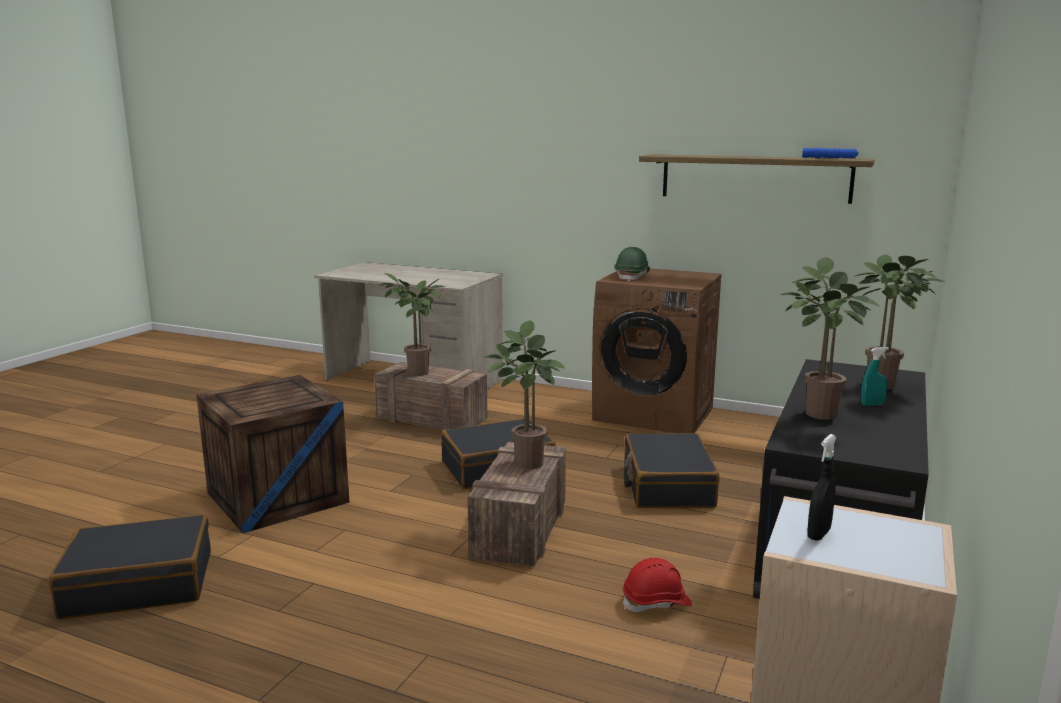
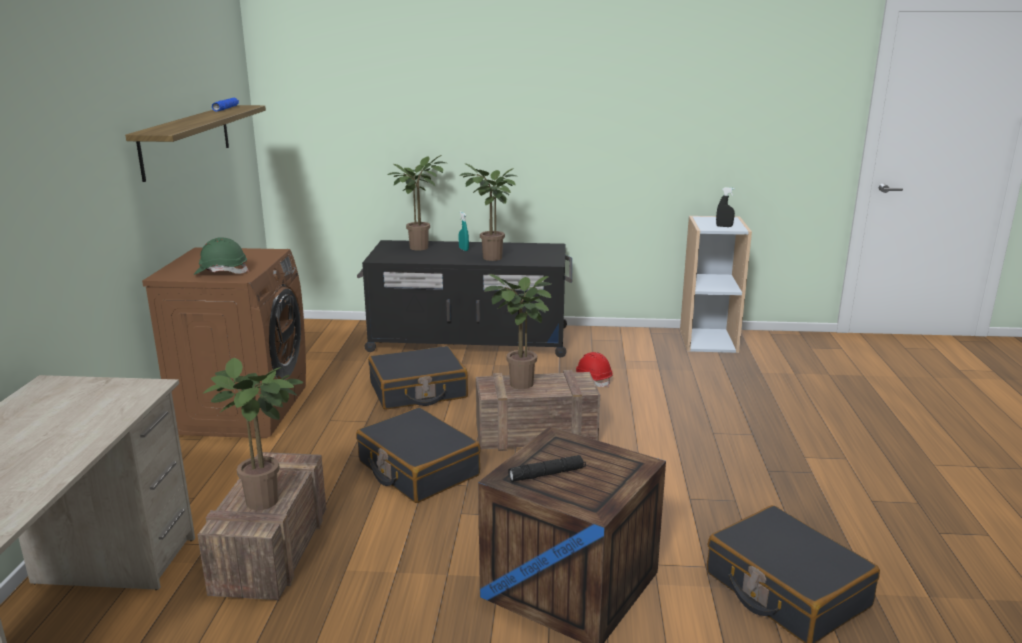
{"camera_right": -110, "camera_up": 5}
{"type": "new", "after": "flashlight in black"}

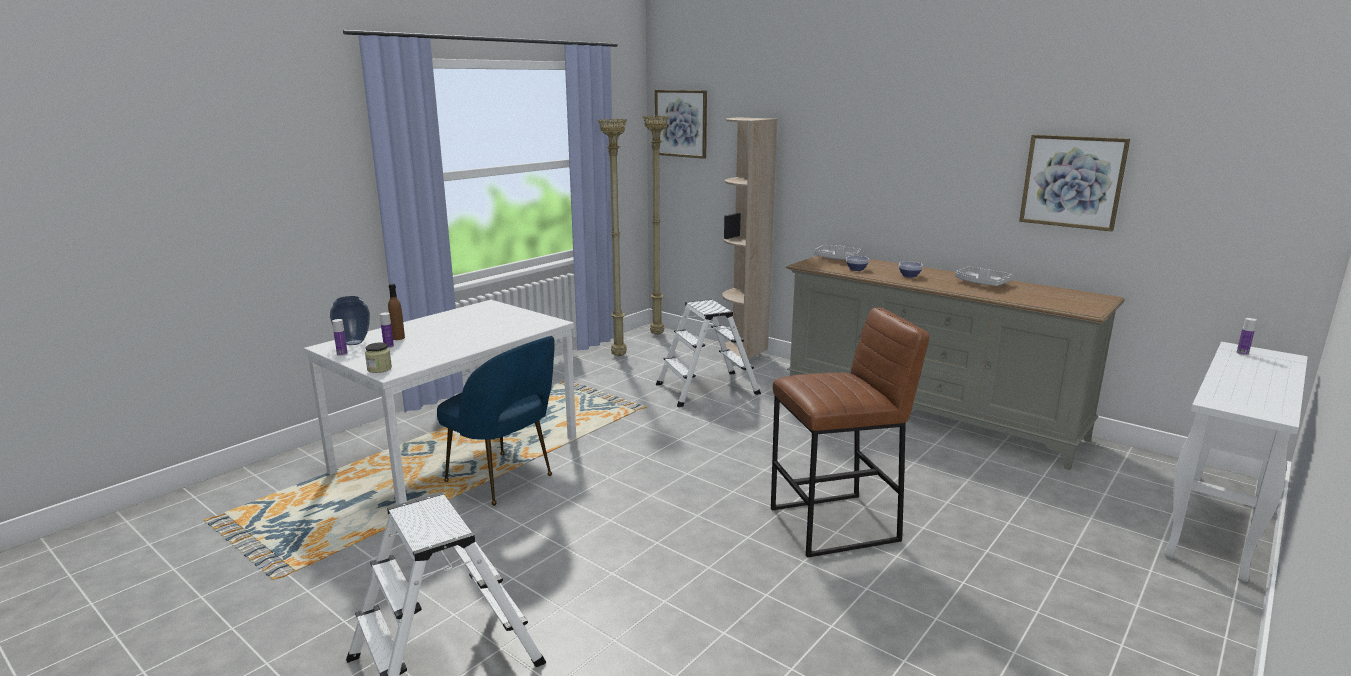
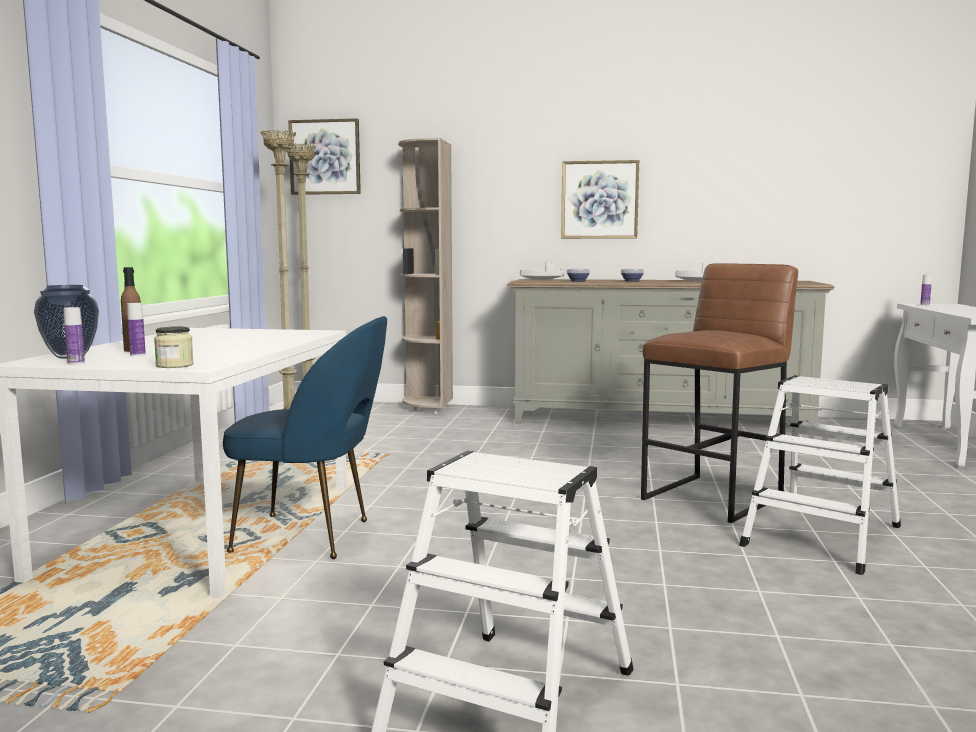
{"camera_right": -30, "camera_up": -10}
{"type": "shifted", "before": "picture (no. 2 from left)"}
{"type": "shifted", "before": "step ladder in white (no. 2 from left)"}

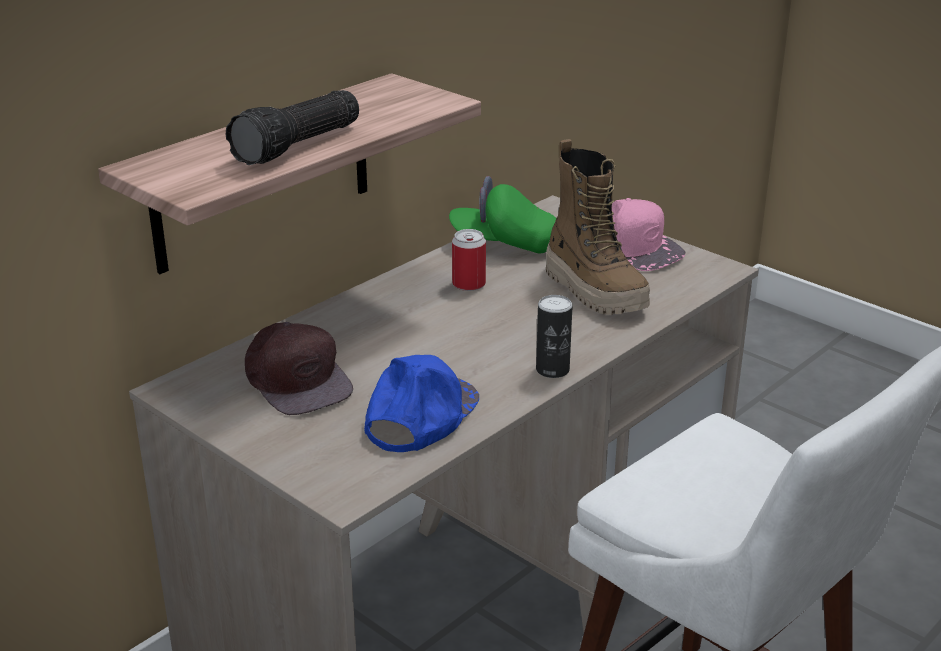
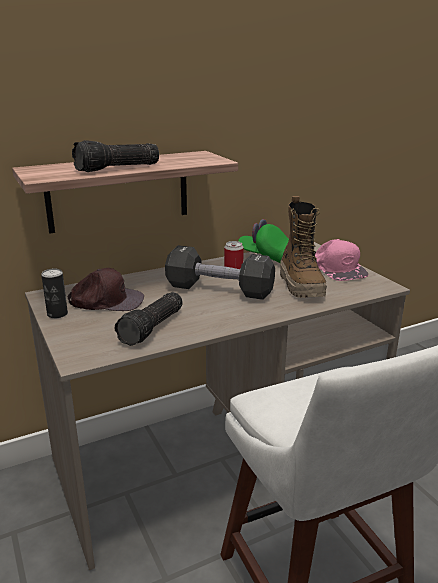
{"camera_right": 20, "camera_up": -5}
{"type": "shifted", "before": "can (no. 2 from left in the first image)", "after": "can (no. 1 from left)"}
{"type": "rotated", "before": "cap in brown", "turn": -75}
{"type": "swapped", "before": "cap in blue", "after": "flashlight (no. 2 from left)"}
{"type": "new", "after": "dumbbell in black"}

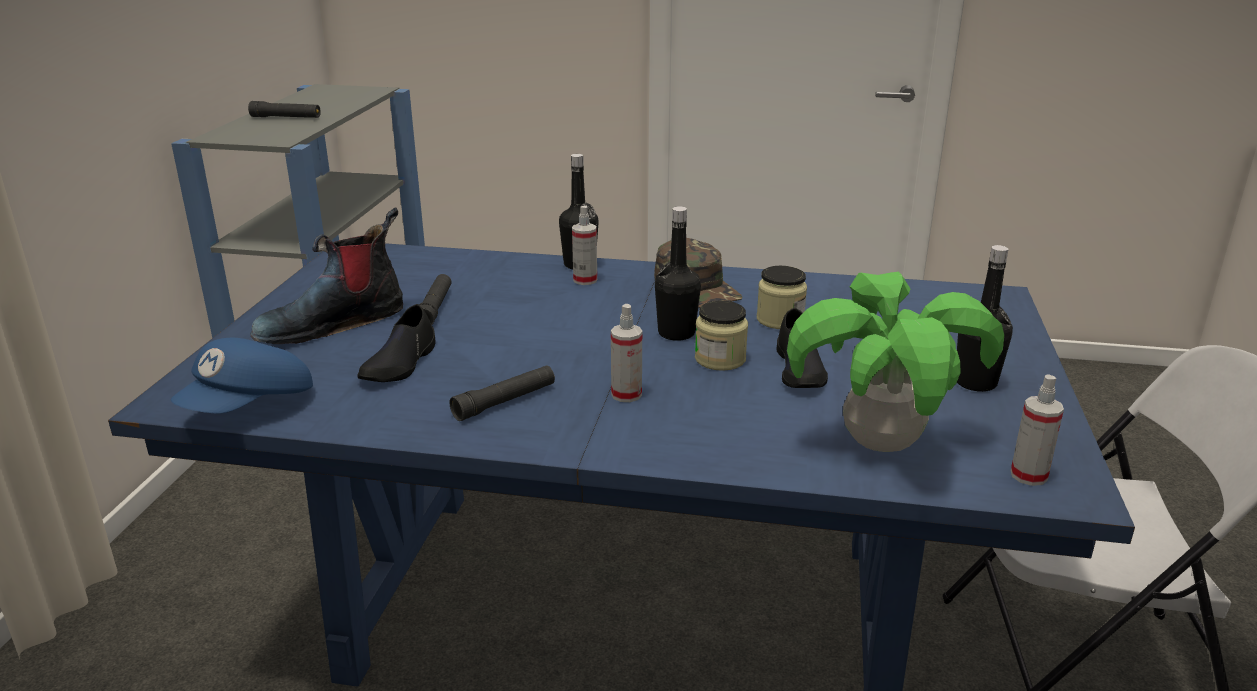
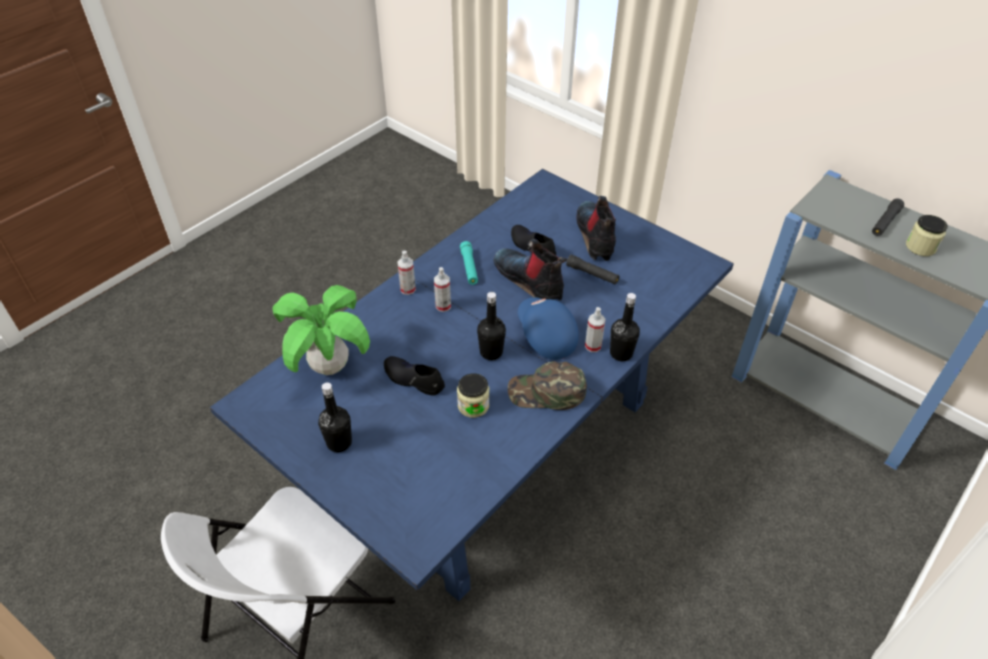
{"camera_right": 120, "camera_up": 20}
{"type": "shifted", "before": "spray bottle (no. 3 from left in the first image)", "after": "spray bottle (no. 1 from left)"}
{"type": "repainted", "before": "flashlight in black (no. 3 from left)", "after": "flashlight in turquoise"}
{"type": "new", "after": "boot (no. 1 from left)"}
{"type": "shifted", "before": "cap in blue"}
{"type": "shifted", "before": "jar (no. 1 from left in the first image)", "after": "jar (no. 2 from left)"}

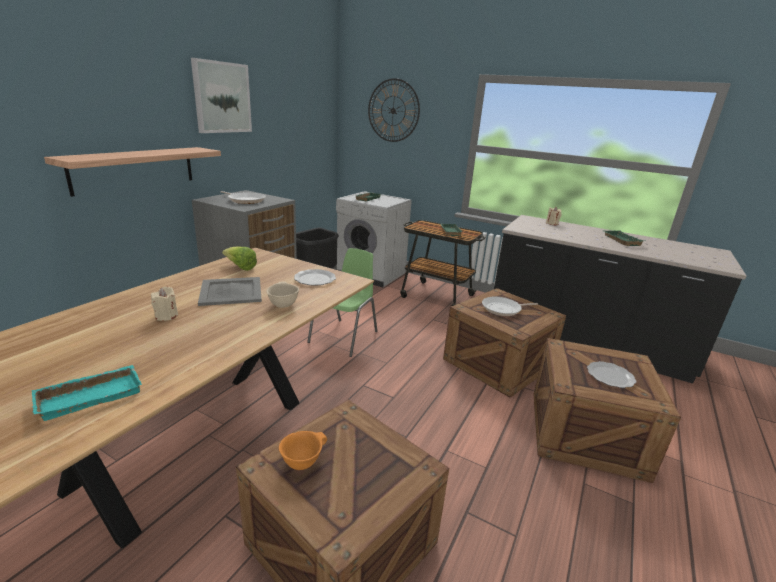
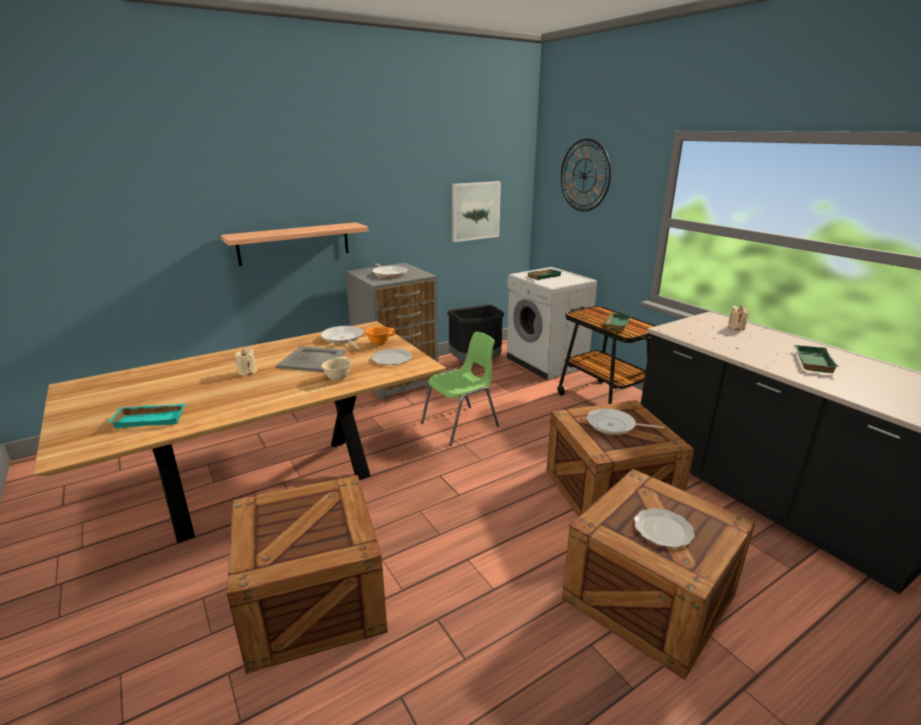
{"camera_right": 30, "camera_up": 0}
{"type": "swapped", "before": "lettuce", "after": "frying pan (no. 1 from left)"}
{"type": "shifted", "before": "bowl in orange"}
{"type": "shifted", "before": "picture"}

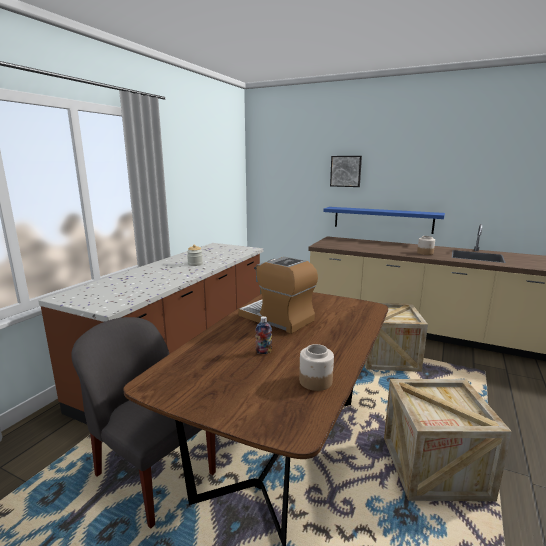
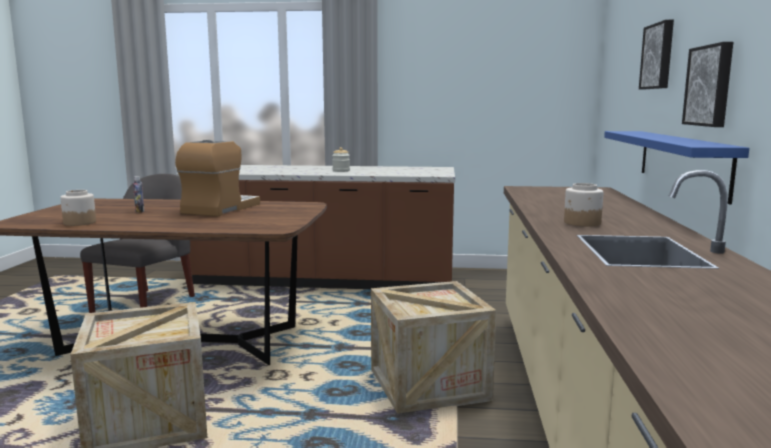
{"camera_right": 70, "camera_up": -5}
{"type": "new", "after": "picture (no. 2 from left)"}

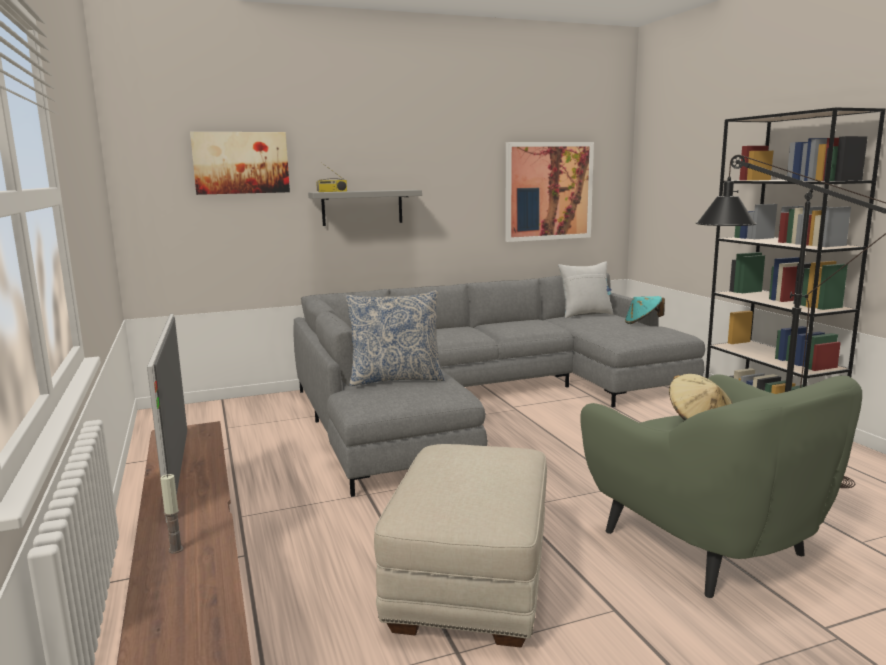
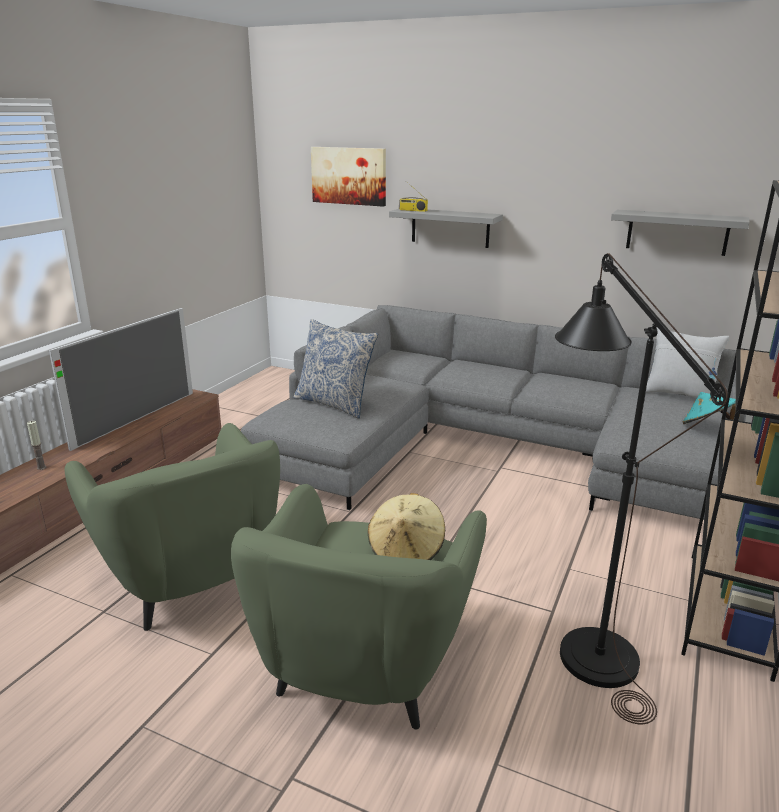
{"camera_right": 45, "camera_up": 10}
{"type": "swapped", "before": "ottoman in beige", "after": "armchair in green (no. 1 from left)"}
{"type": "swapped", "before": "picture (no. 2 from left)", "after": "shelf in grey (no. 2 from left)"}

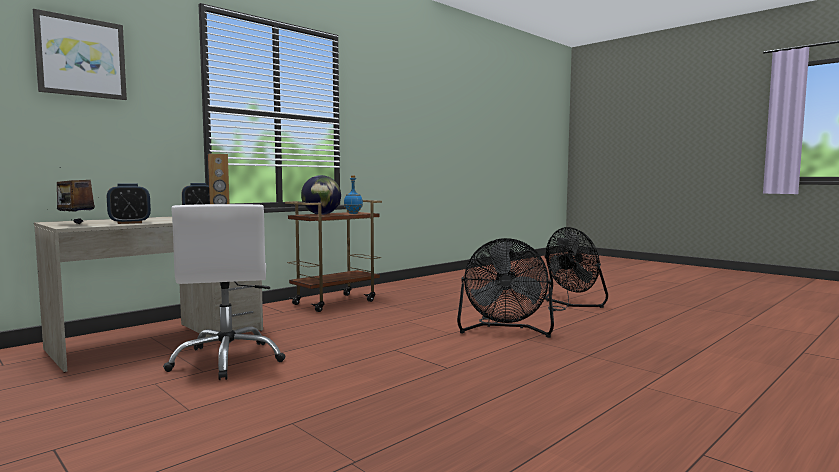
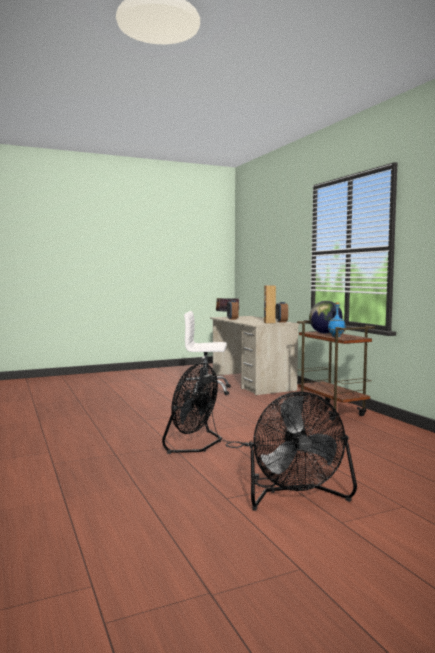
{"camera_right": 110, "camera_up": 0}
{"type": "gone", "before": "picture"}

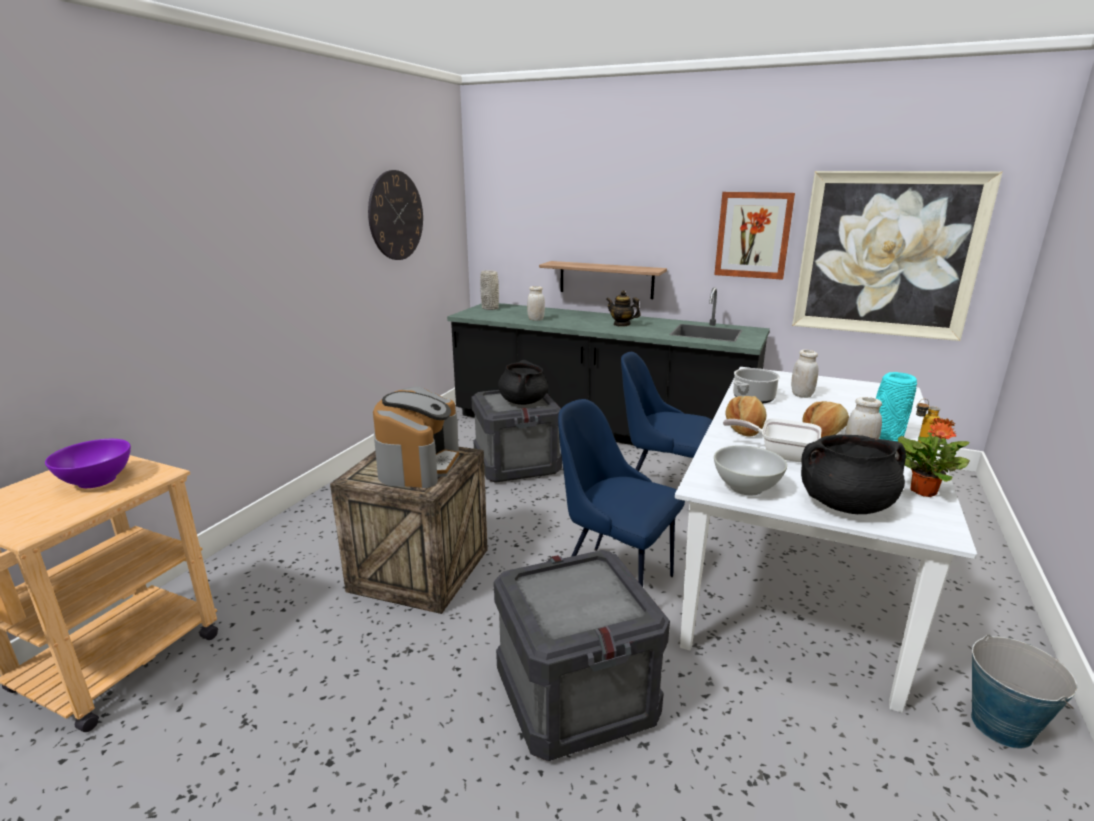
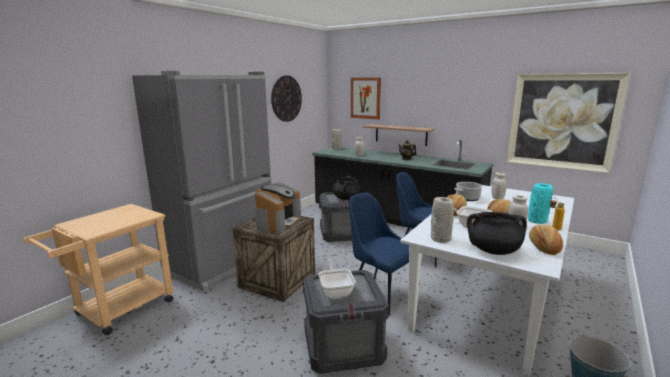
{"camera_right": 10, "camera_up": -5}
{"type": "new", "after": "fridge in grey"}
{"type": "new", "after": "frying pan (no. 1 from left)"}
{"type": "shifted", "before": "picture (no. 1 from left)"}
{"type": "swapped", "before": "bowl in white", "after": "vase in grey (no. 2 from left)"}
{"type": "swapped", "before": "potted plant", "after": "bread (no. 3 from left)"}
{"type": "gone", "before": "bowl in purple"}

